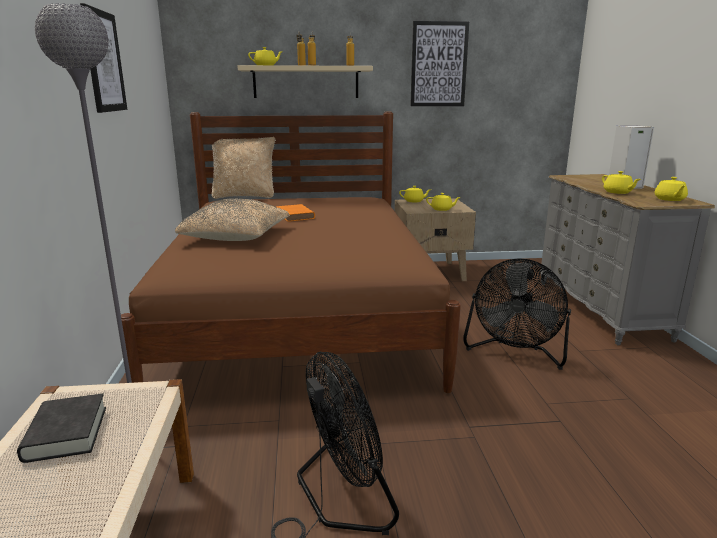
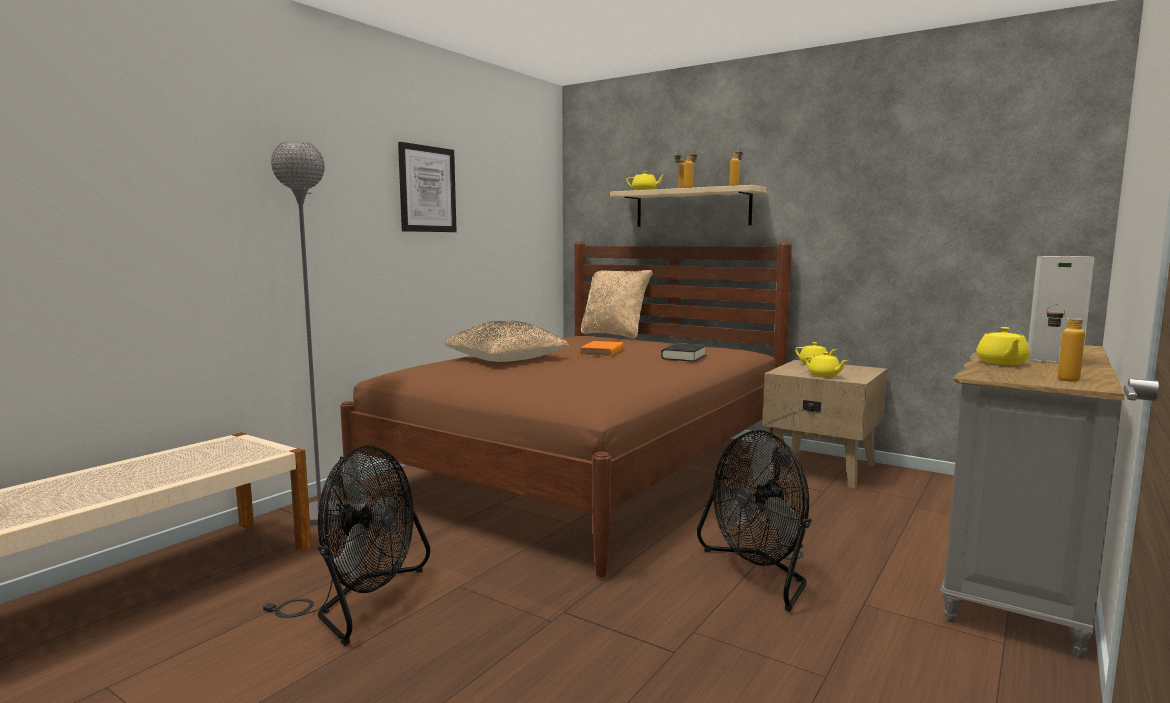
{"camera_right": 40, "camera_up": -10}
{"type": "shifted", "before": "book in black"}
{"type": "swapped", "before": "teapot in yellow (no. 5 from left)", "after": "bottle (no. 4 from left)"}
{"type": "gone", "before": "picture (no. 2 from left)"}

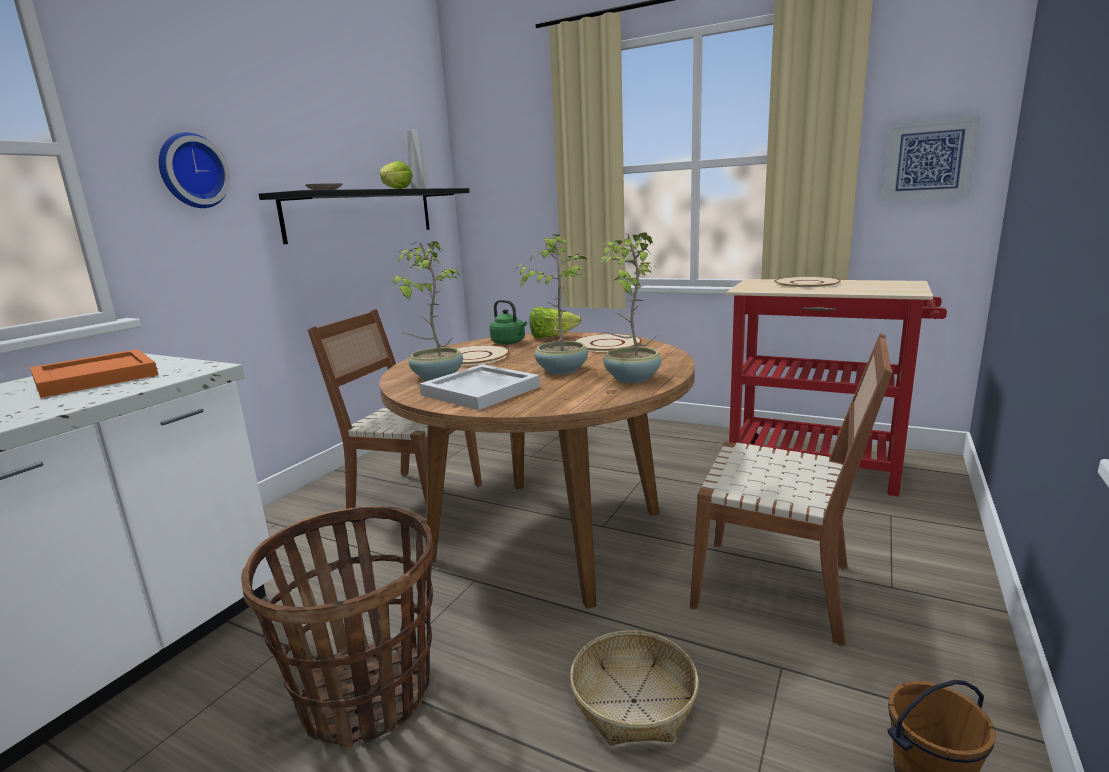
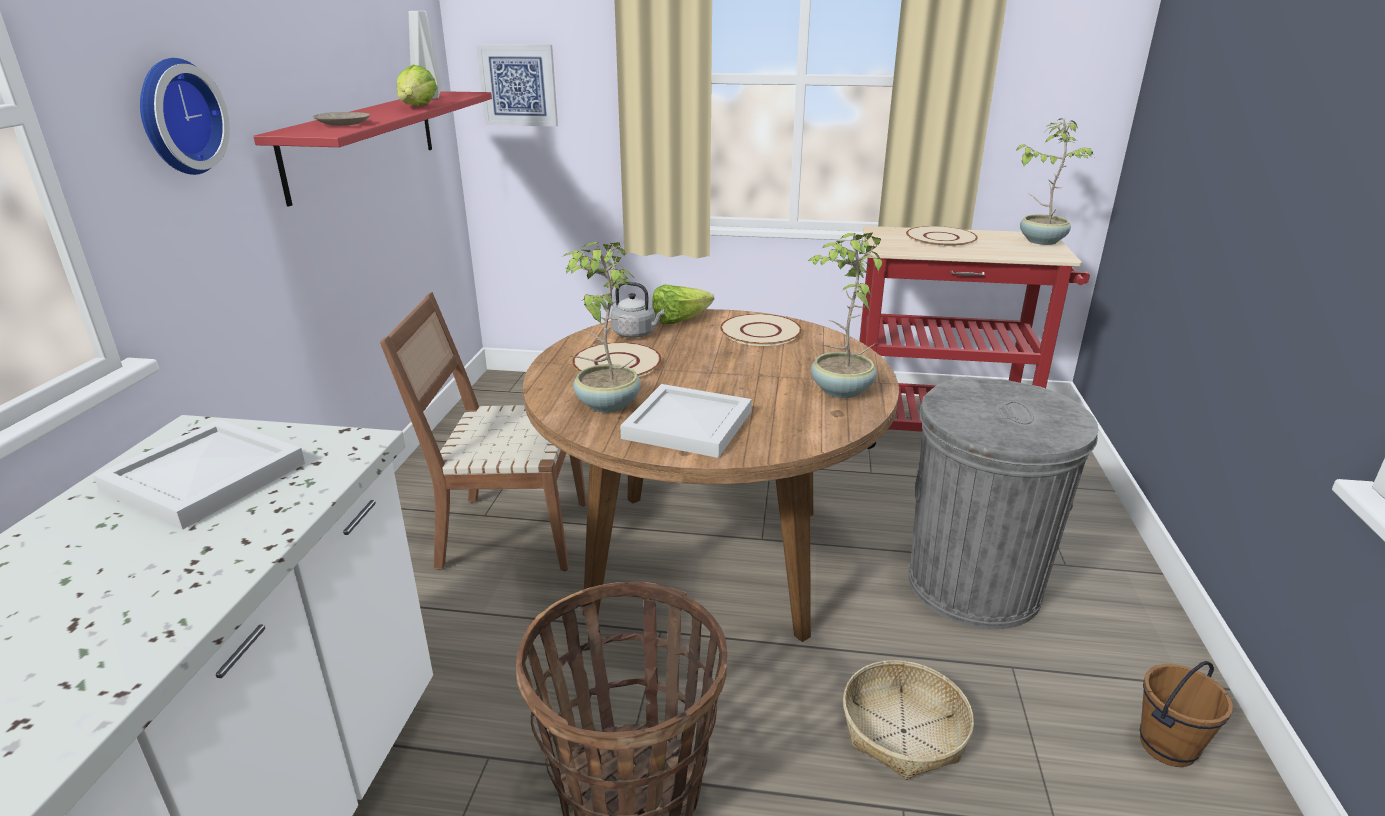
{"camera_right": -20, "camera_up": 10}
{"type": "repainted", "before": "tray in orange", "after": "tray in white (no. 1 from left)"}
{"type": "repainted", "before": "shelf in black", "after": "shelf in red"}
{"type": "shifted", "before": "picture"}
{"type": "repainted", "before": "kettle in green", "after": "kettle in grey"}
{"type": "swapped", "before": "chair (no. 2 from left)", "after": "trash can in grey"}
{"type": "shifted", "before": "potted plant (no. 2 from left in the first image)", "after": "potted plant (no. 3 from left)"}

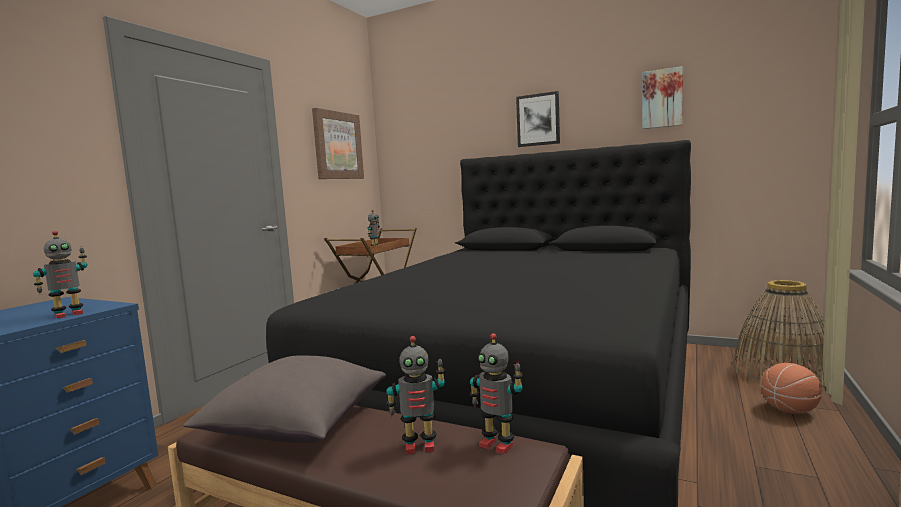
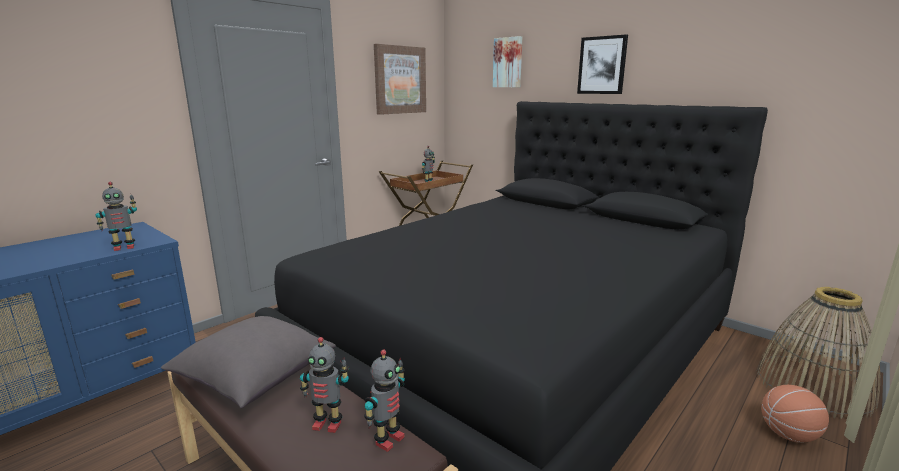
{"camera_right": 15, "camera_up": 10}
{"type": "rotated", "before": "toy robot (no. 4 from left in the first image)", "turn": -105}
{"type": "shifted", "before": "picture (no. 3 from left in the first image)", "after": "picture (no. 2 from left)"}

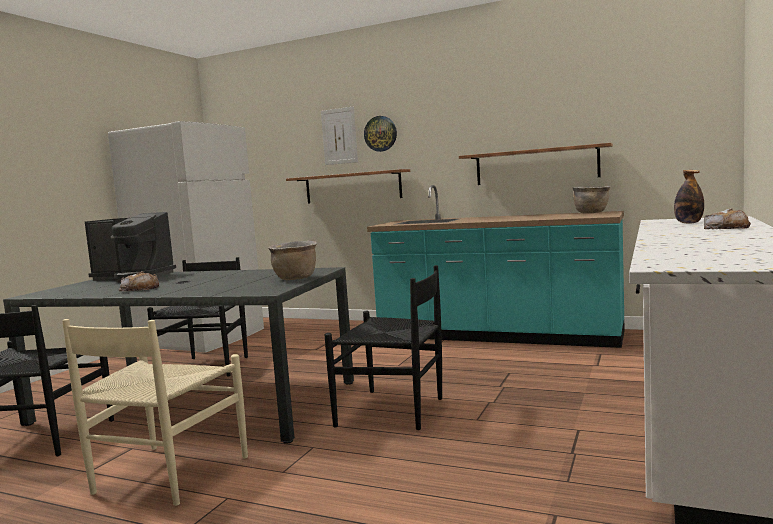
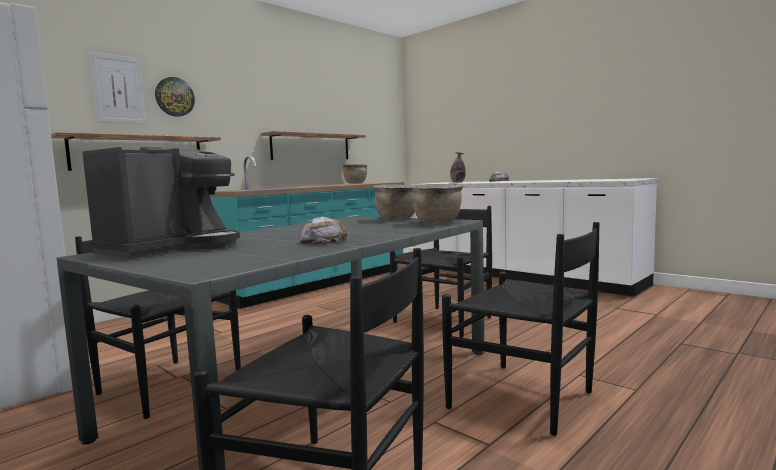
{"camera_right": -70, "camera_up": 0}
{"type": "new", "after": "cooking pot in brown (no. 3 from left)"}
{"type": "repainted", "before": "chair in beige", "after": "chair in black (no. 4 from left)"}

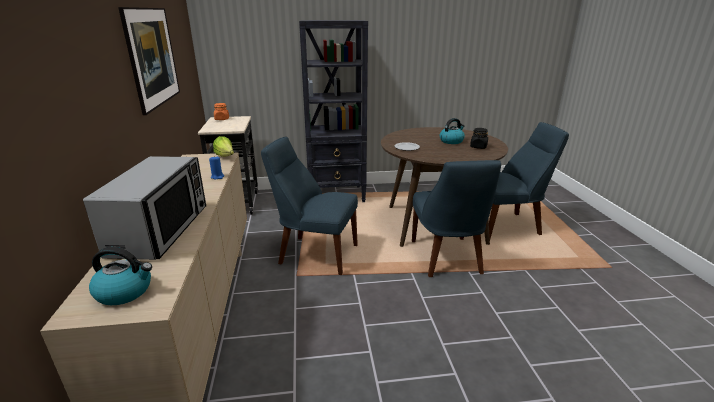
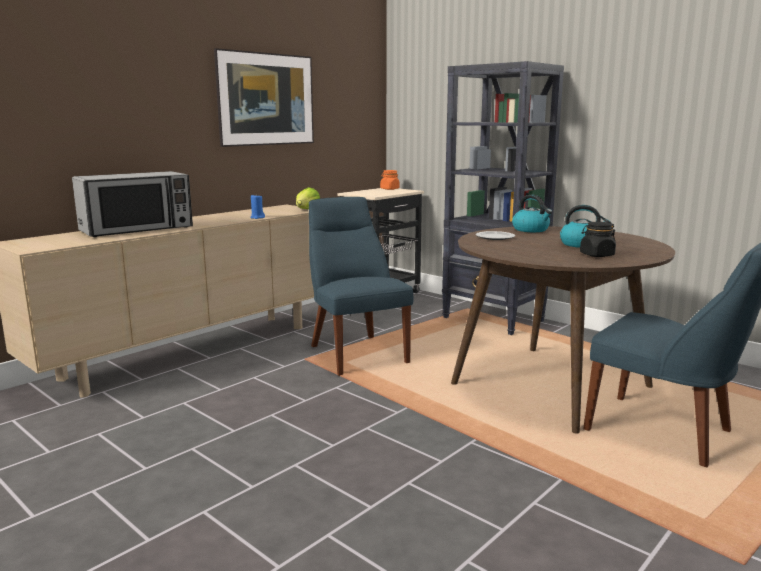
{"camera_right": 50, "camera_up": -10}
{"type": "shifted", "before": "kettle (no. 1 from left)"}
{"type": "gone", "before": "chair in blue (no. 2 from left)"}

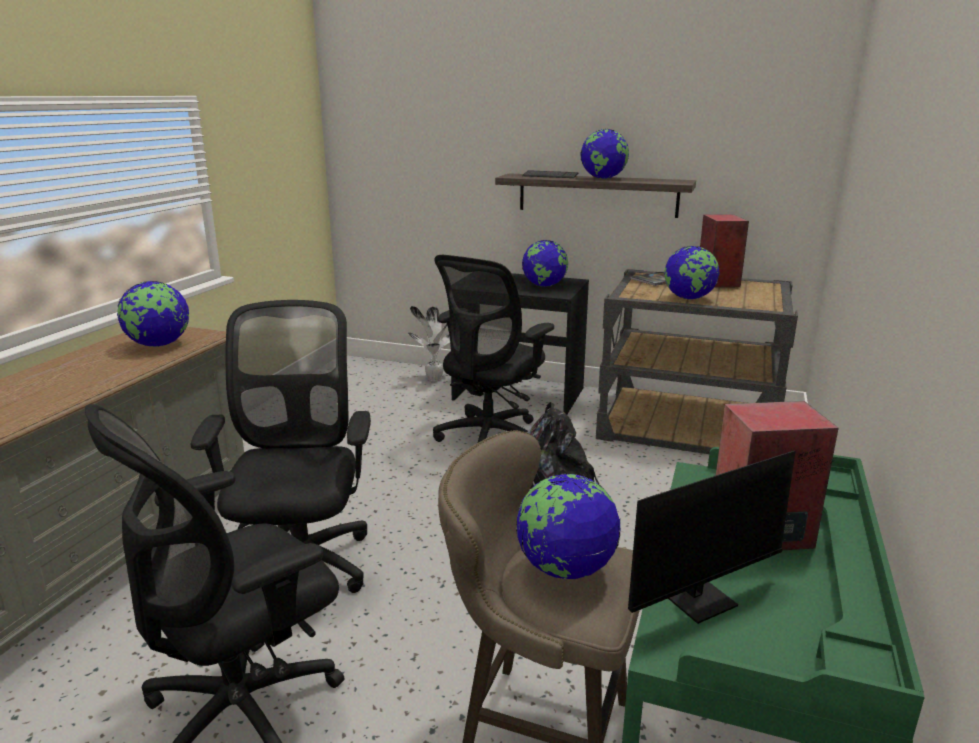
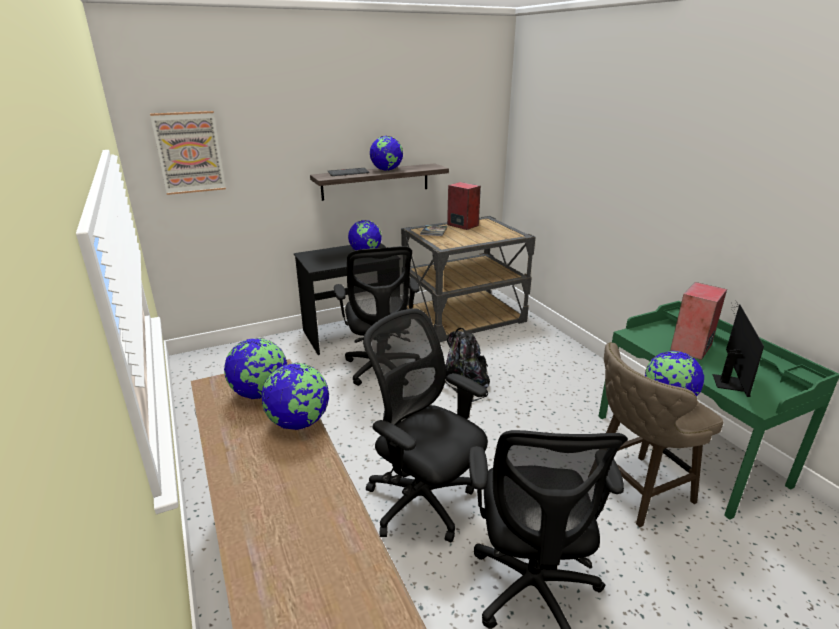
{"camera_right": -45, "camera_up": 5}
{"type": "new", "after": "picture"}
{"type": "shifted", "before": "globe (no. 5 from left in the first image)", "after": "globe (no. 2 from left)"}
{"type": "gone", "before": "potted plant"}

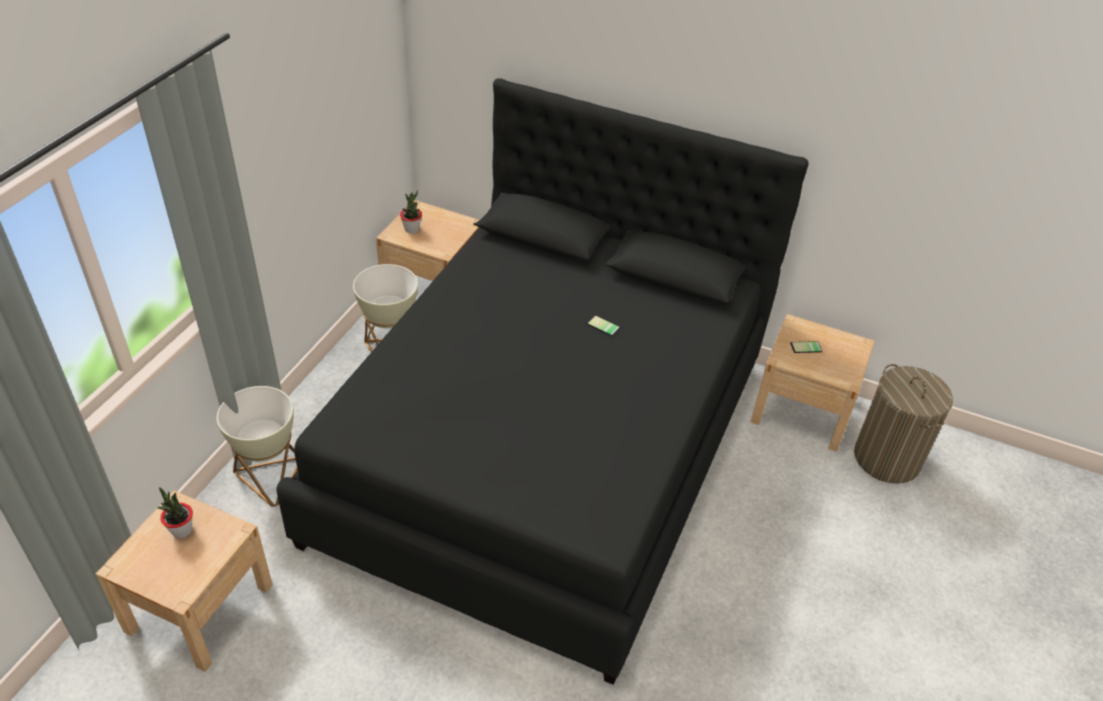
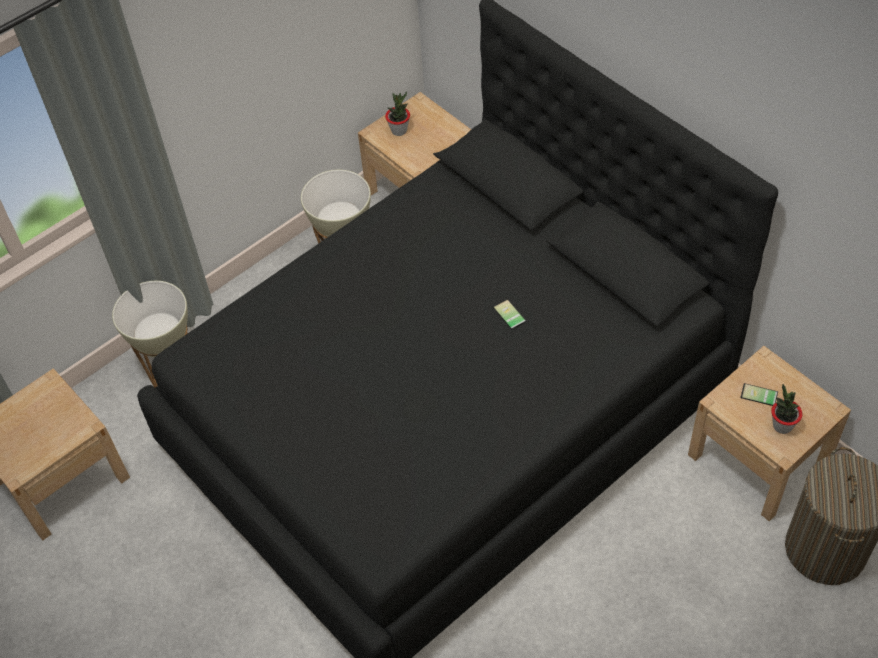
{"camera_right": 30, "camera_up": 10}
{"type": "shifted", "before": "potted plant (no. 1 from left in the first image)", "after": "potted plant (no. 2 from left)"}

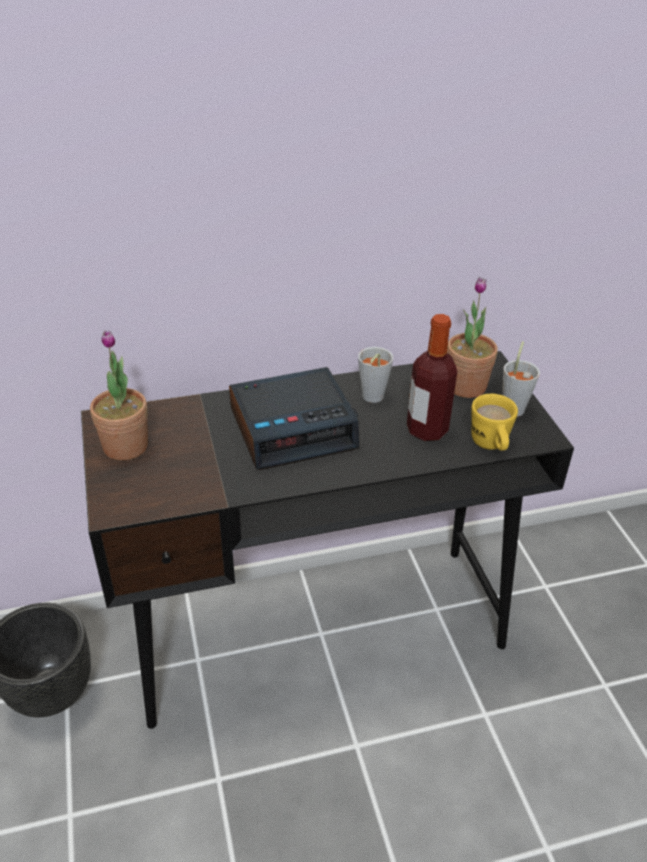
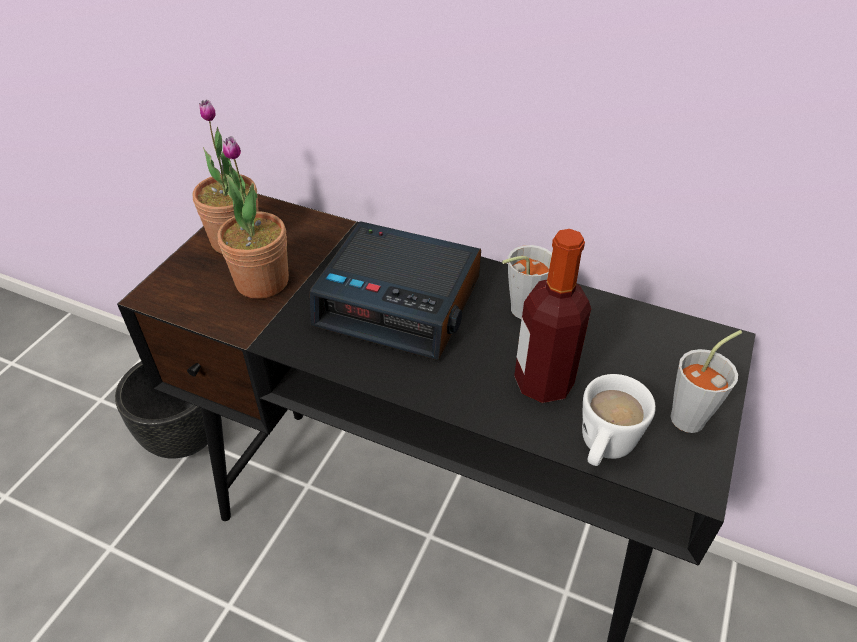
{"camera_right": 40, "camera_up": 5}
{"type": "shifted", "before": "potted plant (no. 2 from left)"}
{"type": "repainted", "before": "mug in yellow", "after": "mug in white"}

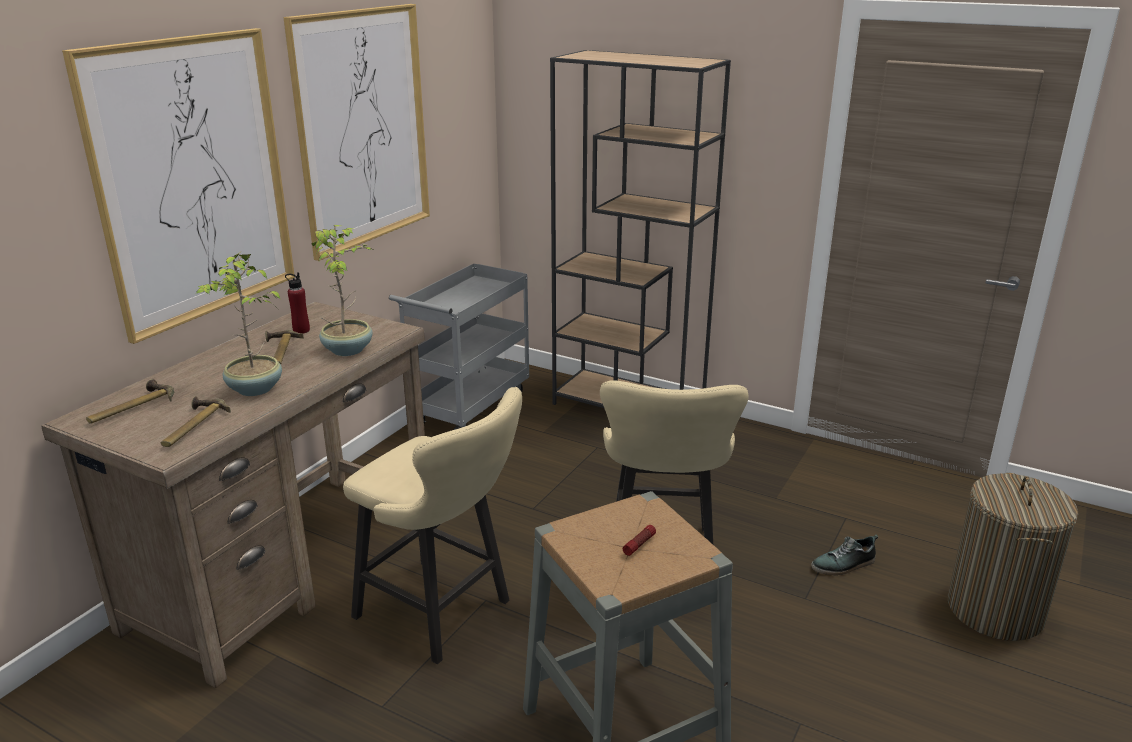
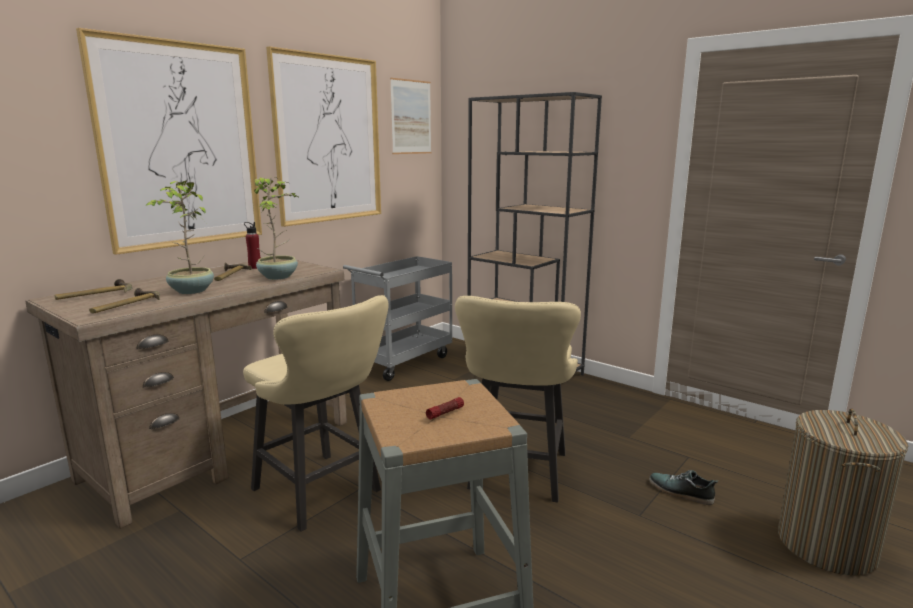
{"camera_right": 10, "camera_up": -10}
{"type": "new", "after": "picture (no. 3 from left)"}
{"type": "rotated", "before": "shoe", "turn": 45}

